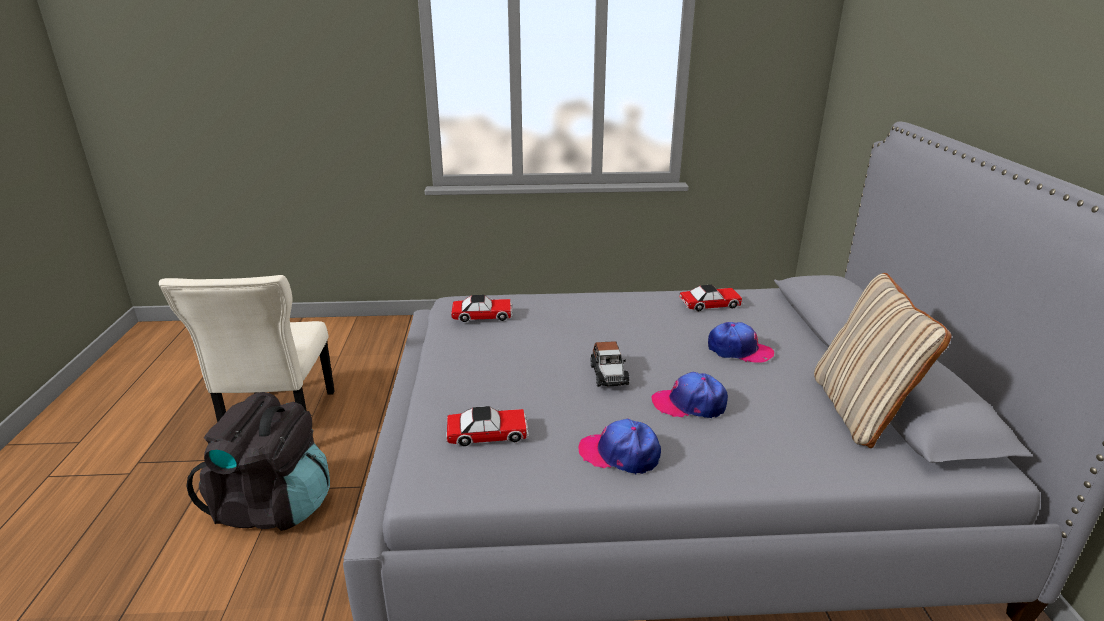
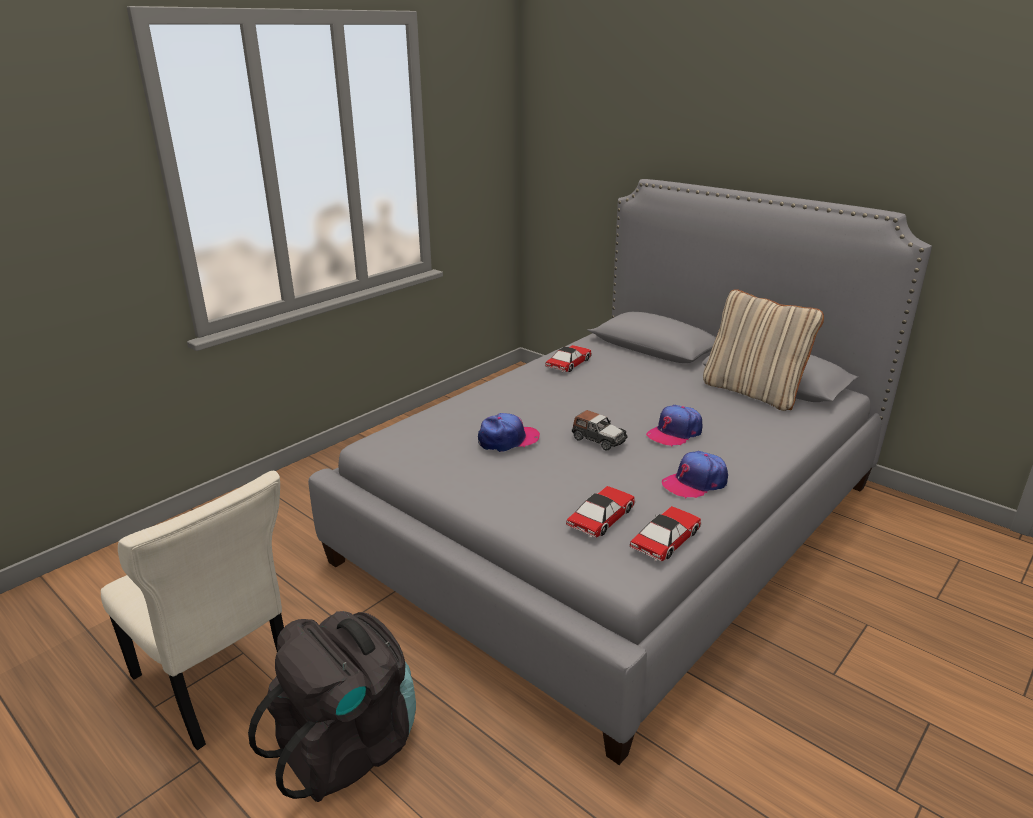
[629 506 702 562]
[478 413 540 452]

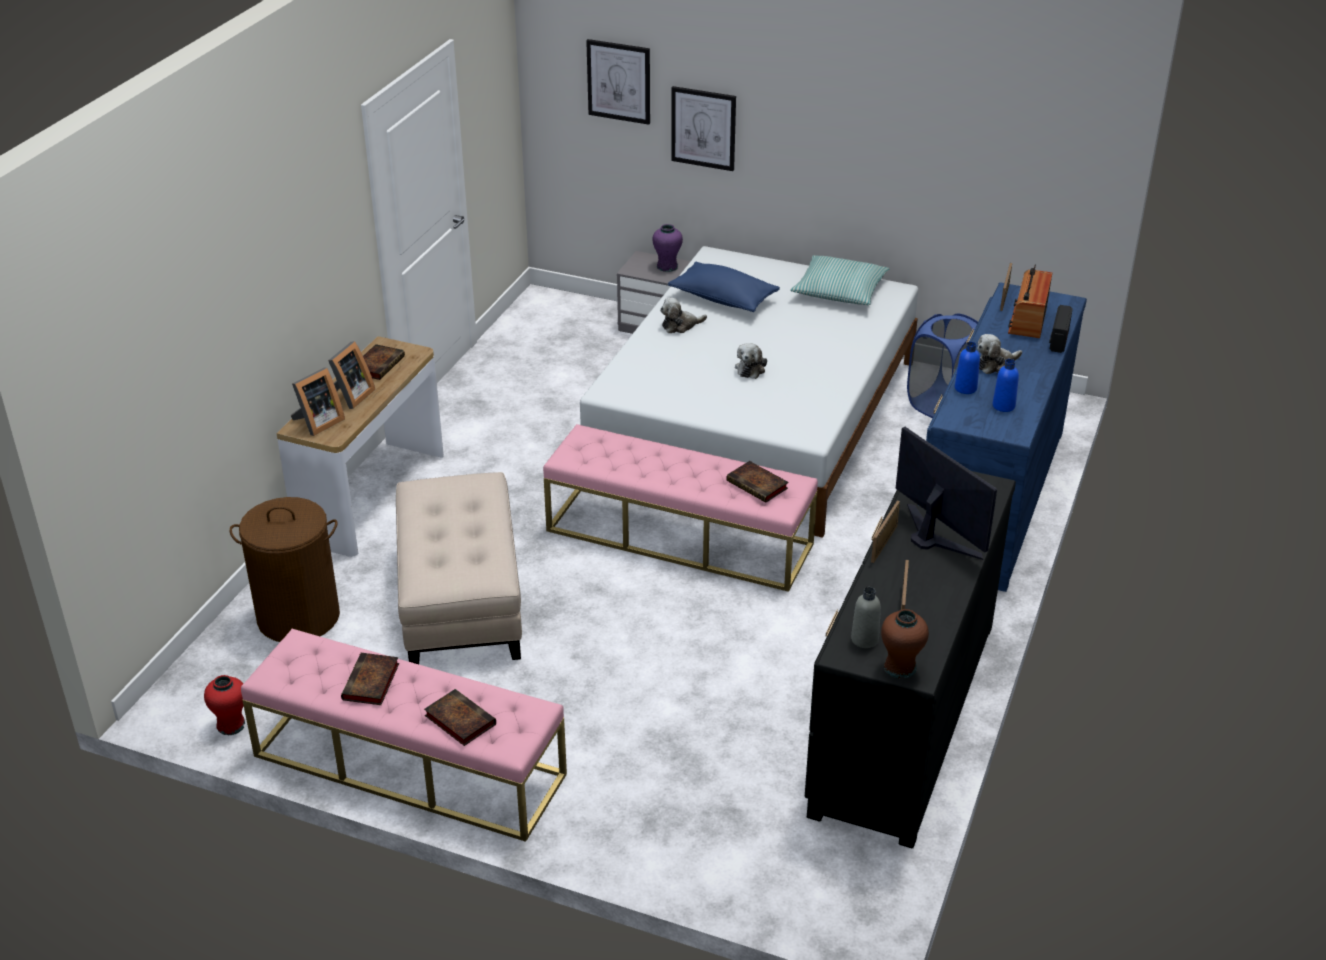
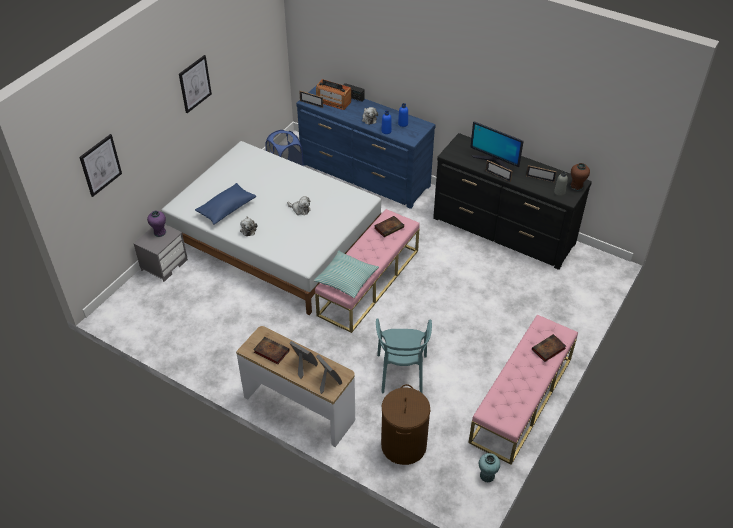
[341 653 399 705] (first image)
[179 55 212 113]
[314 251 379 298]
[376 318 432 394]
[479 453 500 482]
[470 121 524 173]

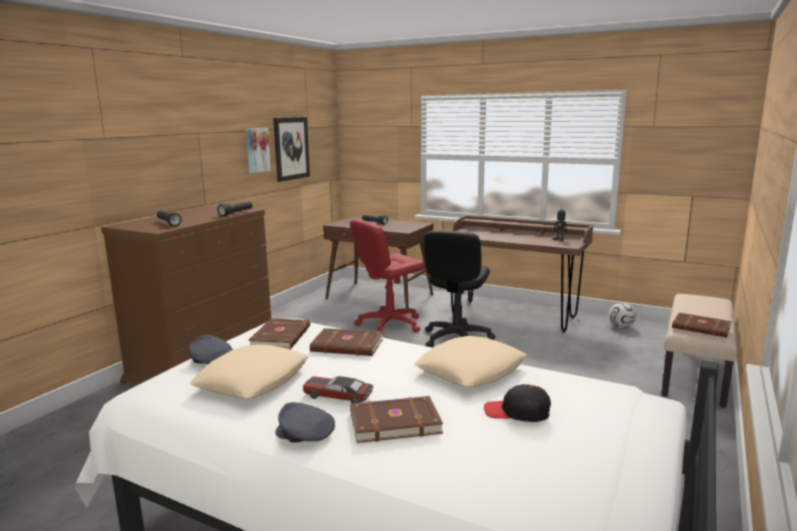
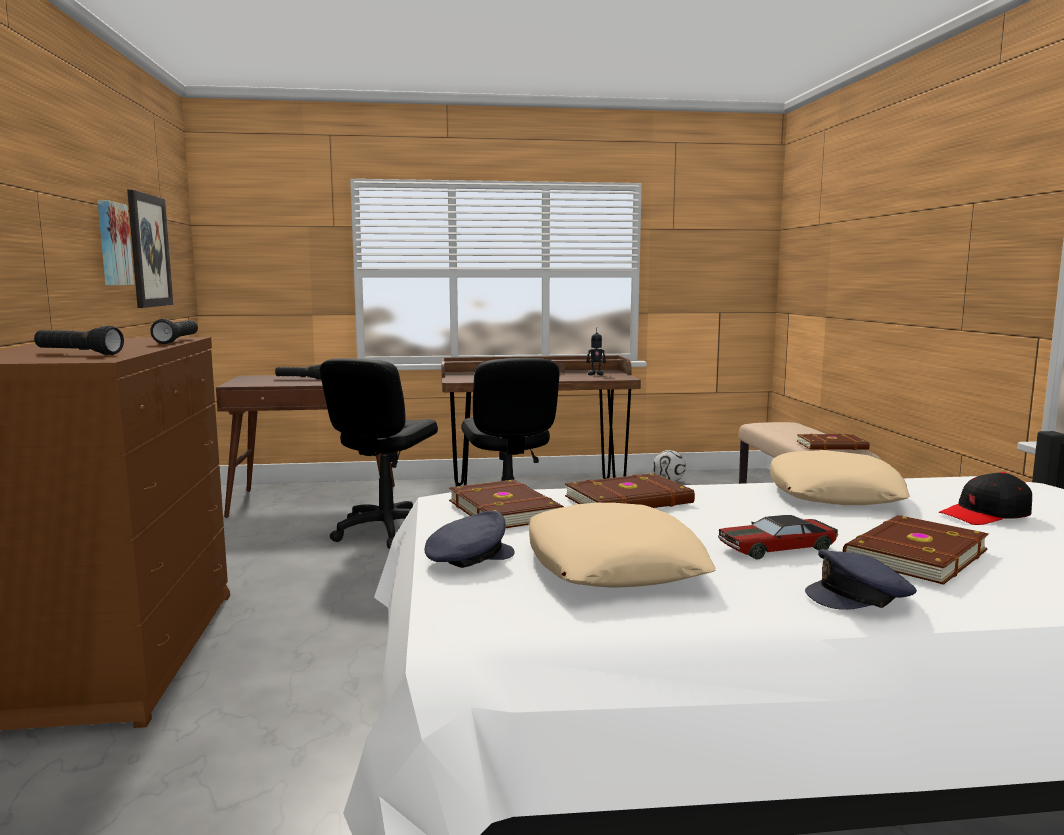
[320 358 438 549]
[424 511 515 568]

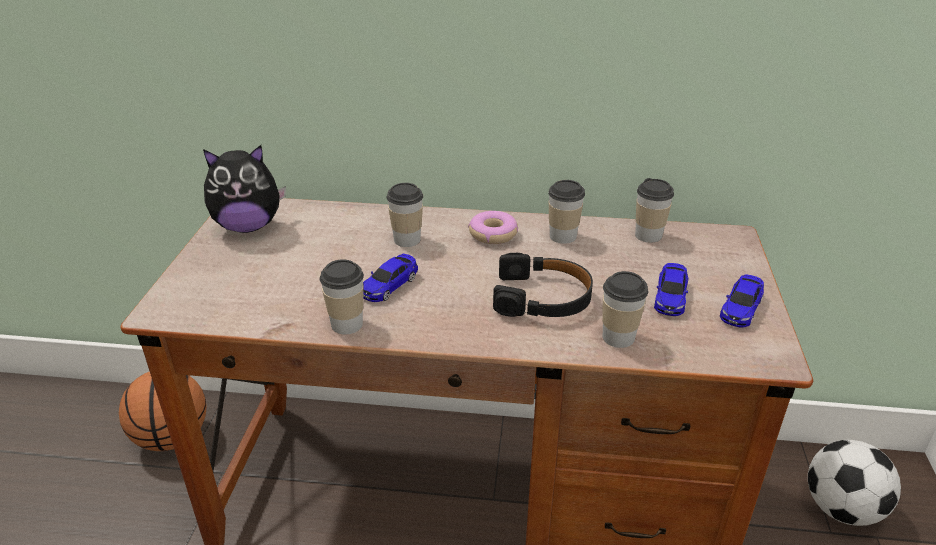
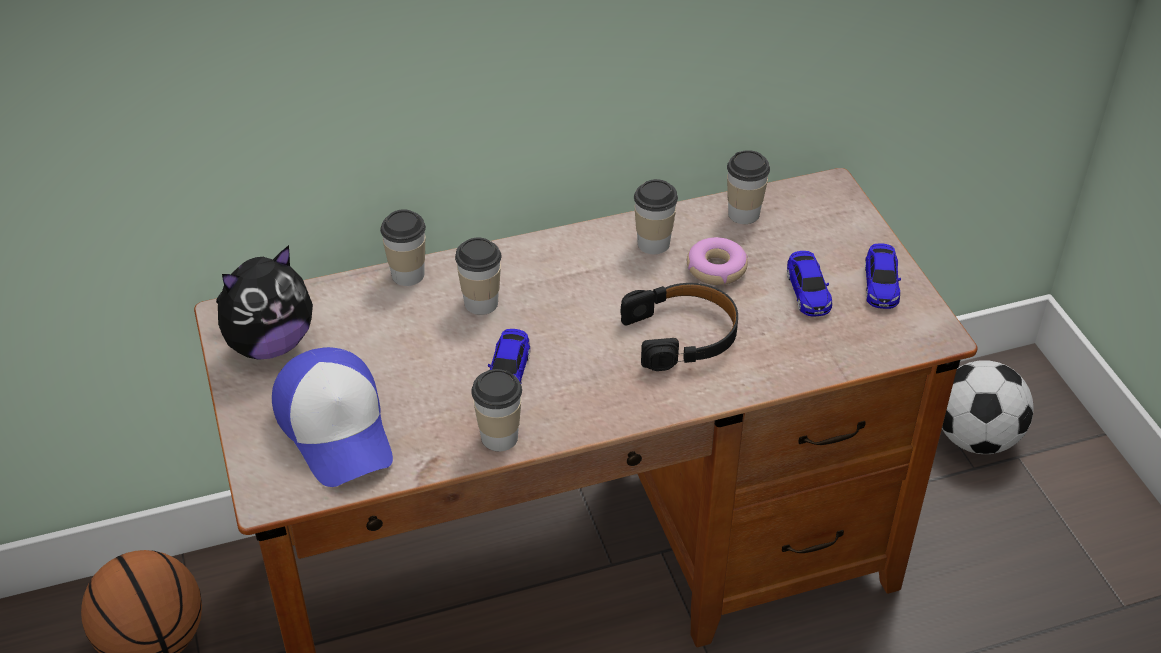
[272 347 393 487]
[687 237 748 285]
[380 209 426 286]

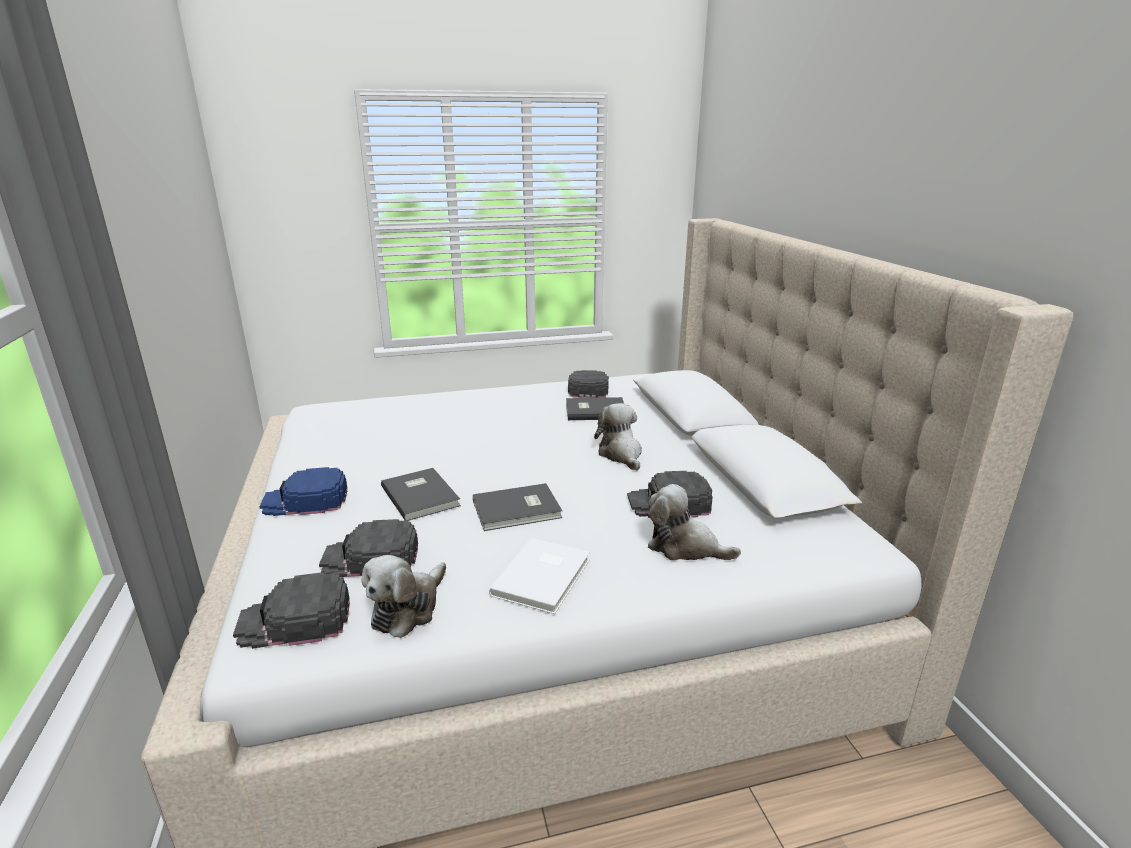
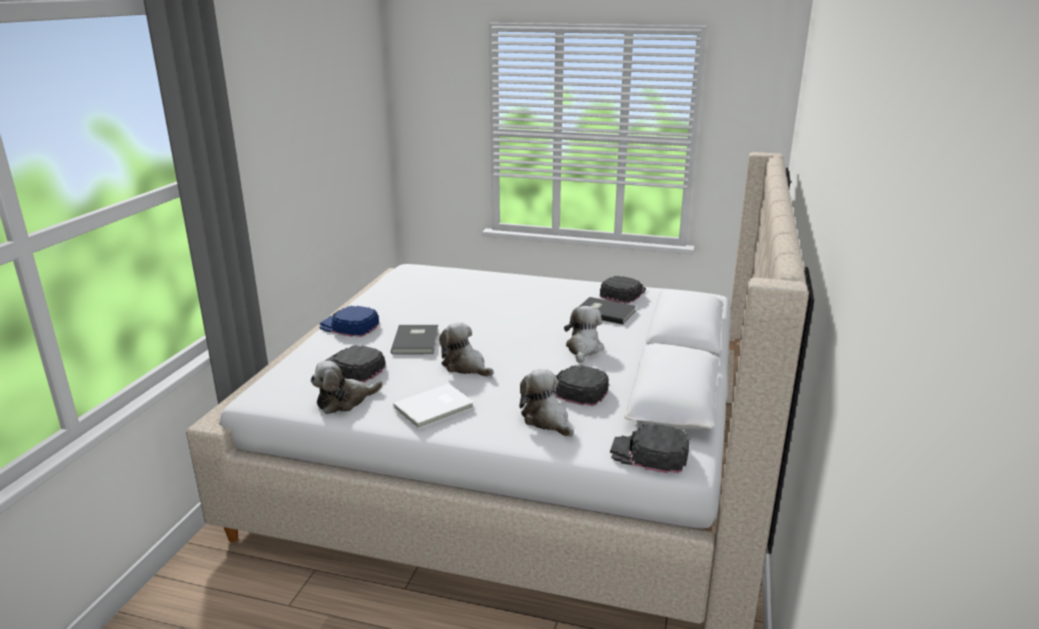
[610 424 690 473]
[439 322 493 377]

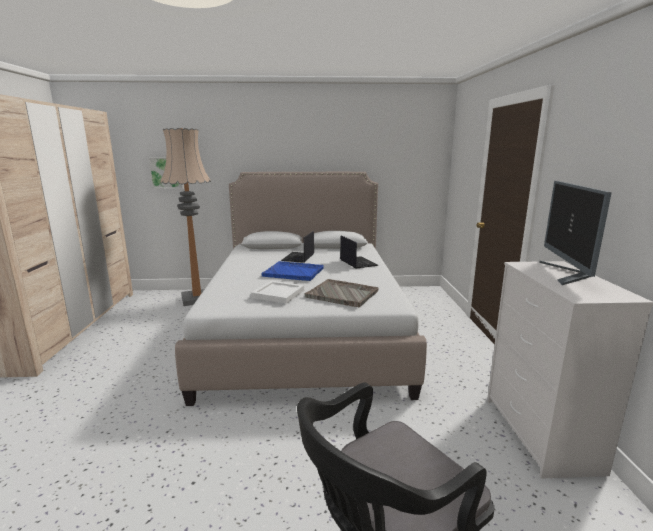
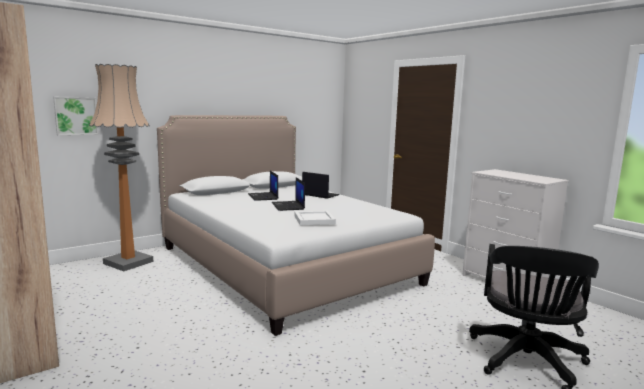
[304 279 379 307] (first image)
[539 181 612 285] (first image)
[272 177 305 211]

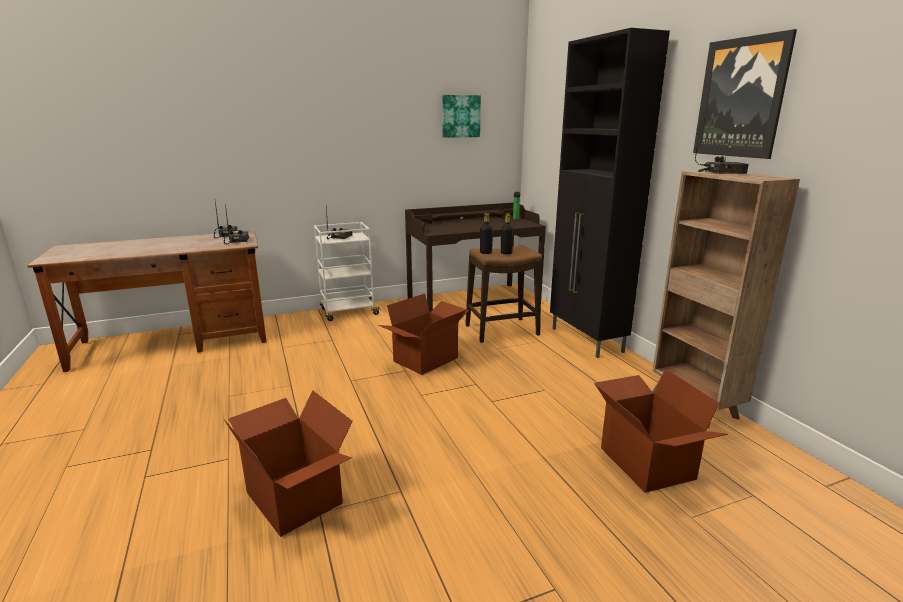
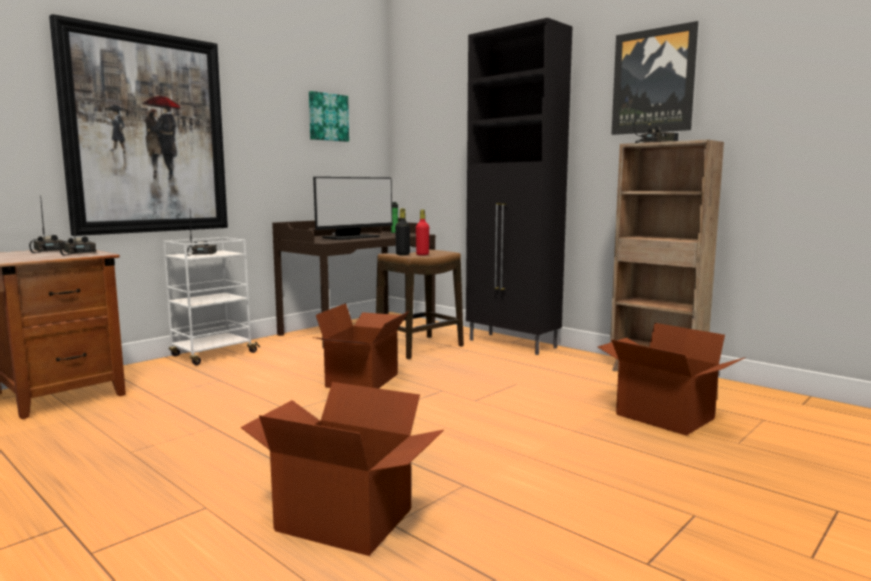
[49 14 228 236]
[313 177 393 240]
[416 210 429 255]

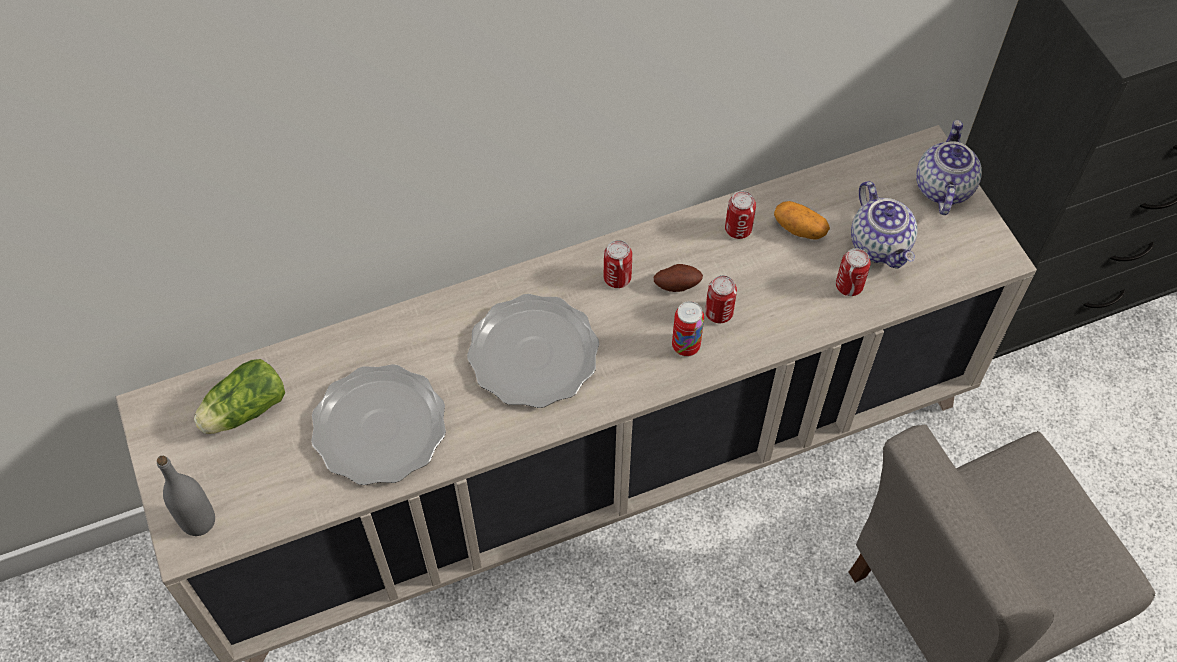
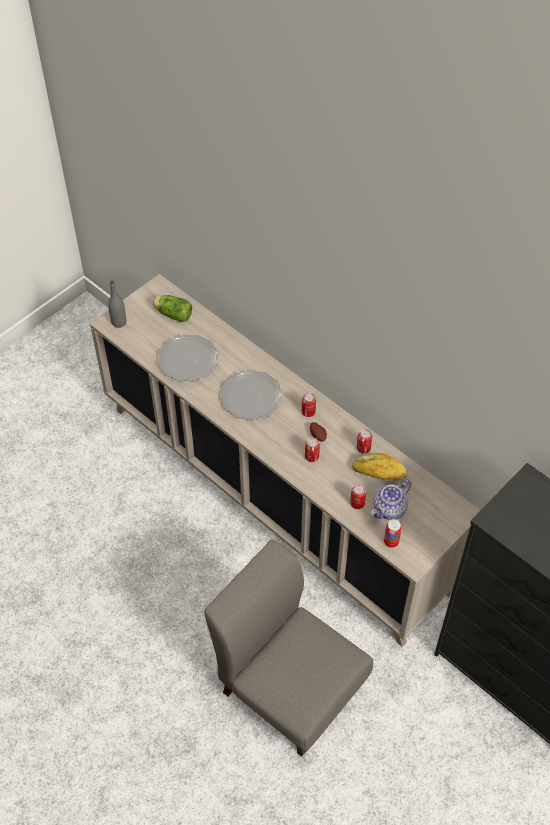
[916 120 982 215] (first image)
[384 519 402 548]
[352 453 407 480]

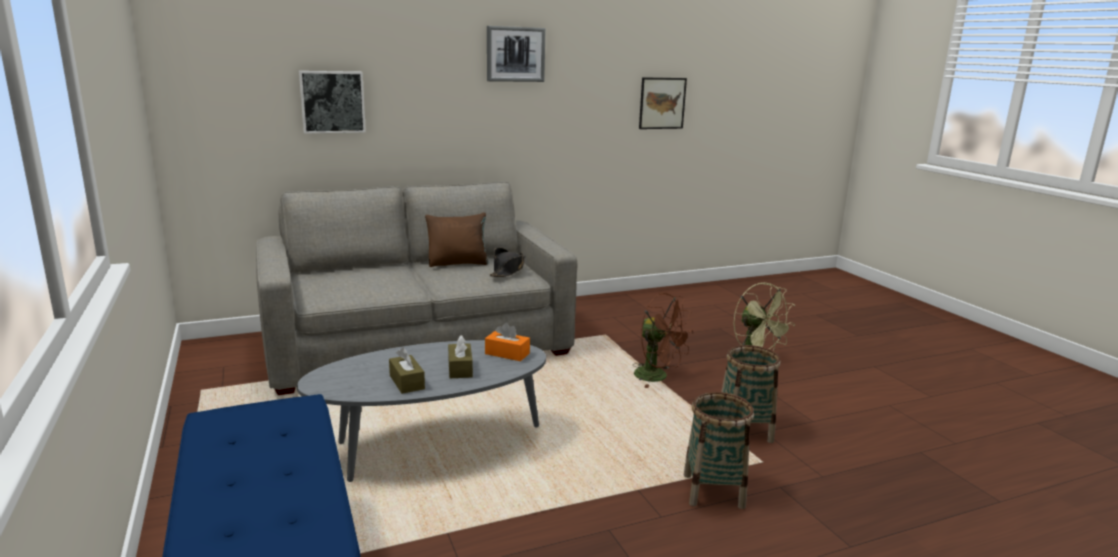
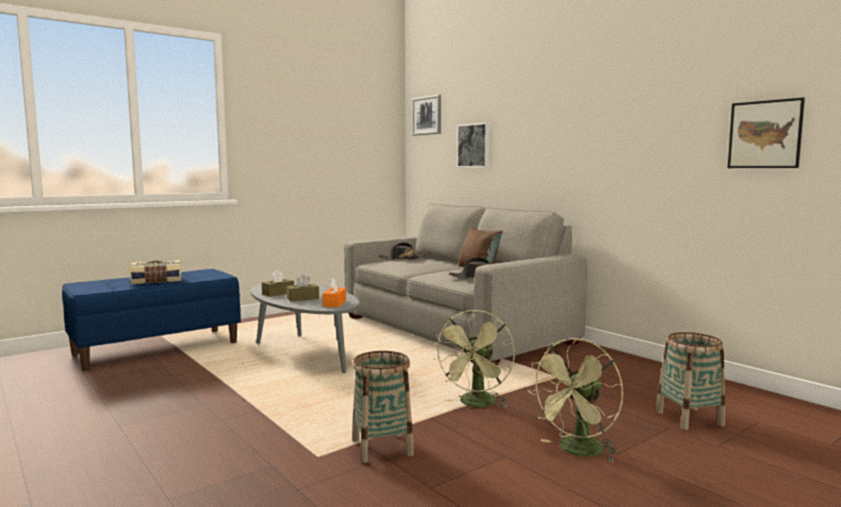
[130 260 181 284]
[379 242 427 260]
[412 95 441 136]
[656 332 725 430]
[434 310 515 408]

